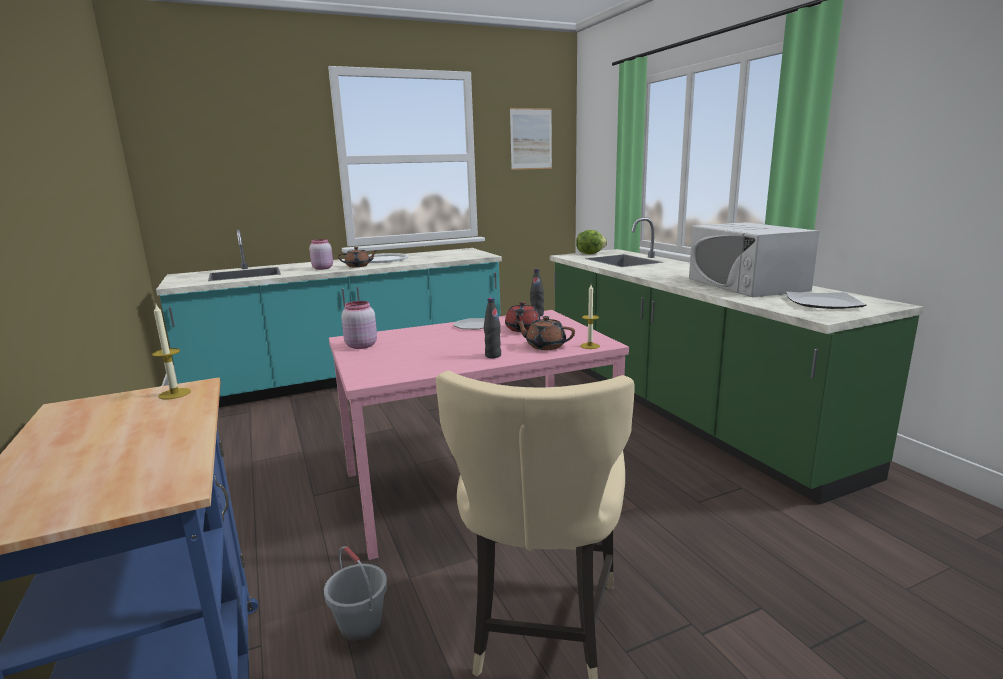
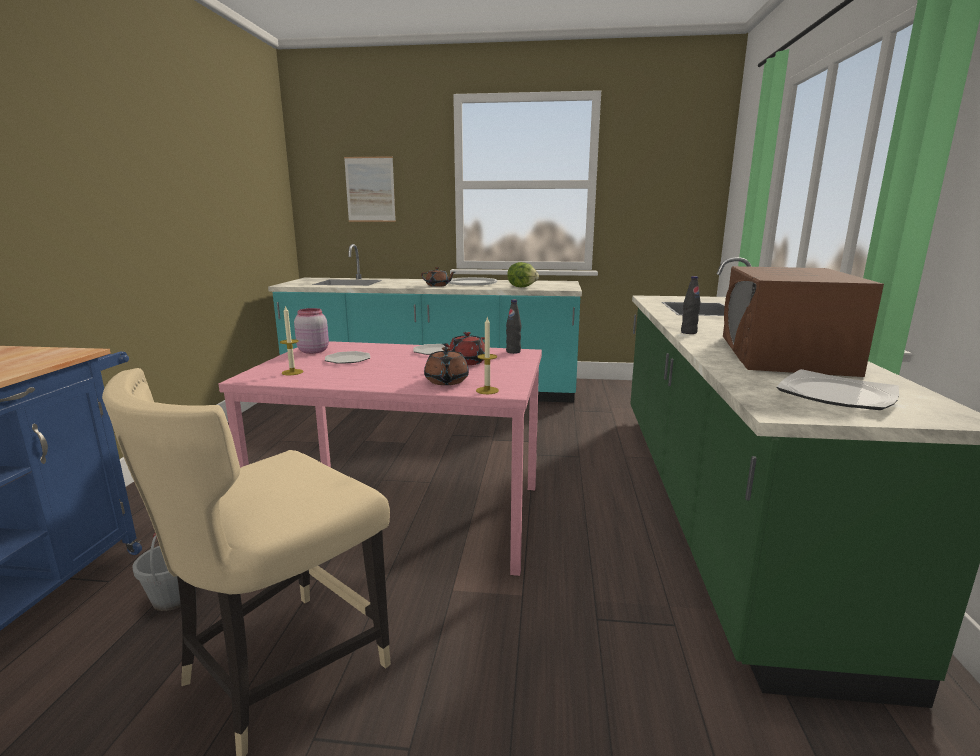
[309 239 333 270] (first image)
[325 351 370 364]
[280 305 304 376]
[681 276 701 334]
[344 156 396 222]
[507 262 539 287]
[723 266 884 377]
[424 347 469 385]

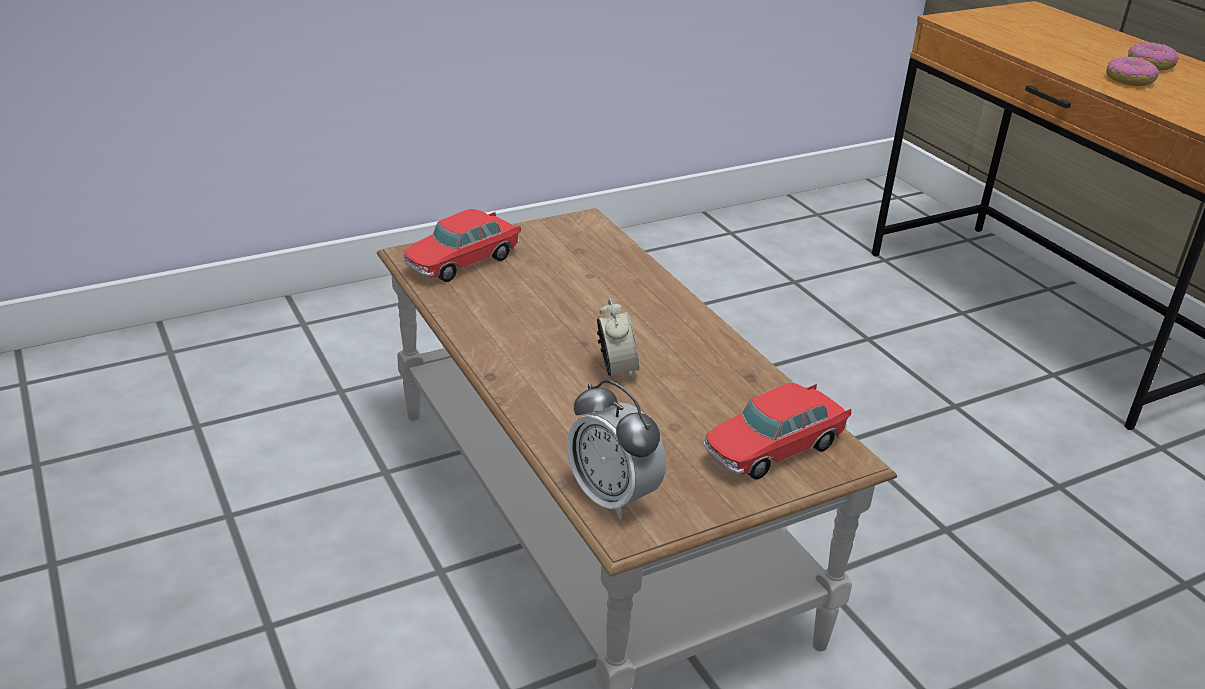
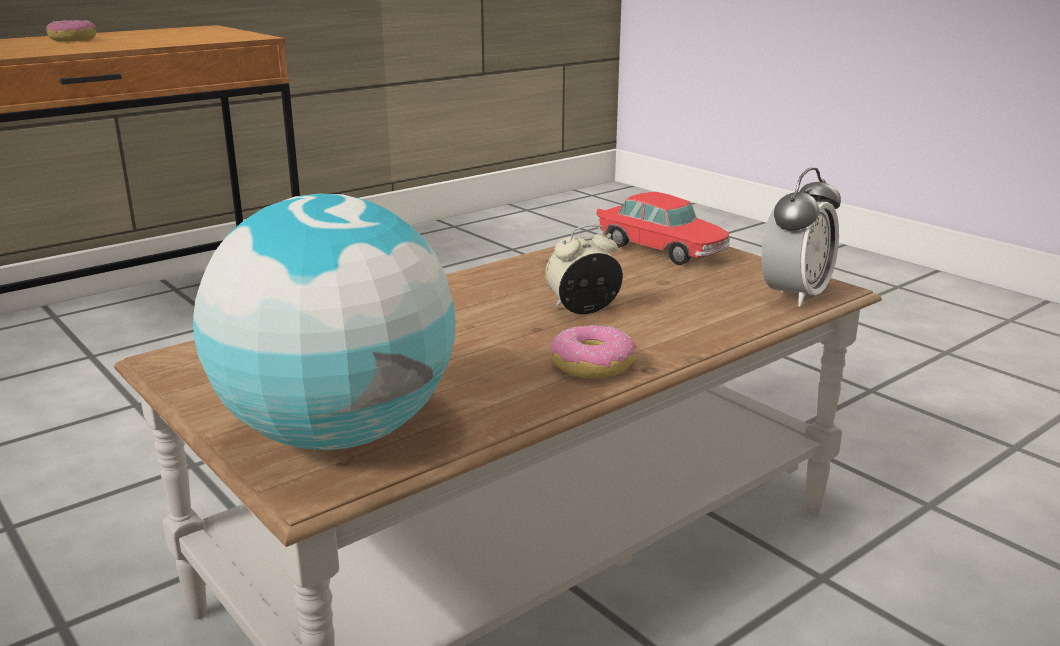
[550 325 636 378]
[193 194 456 450]

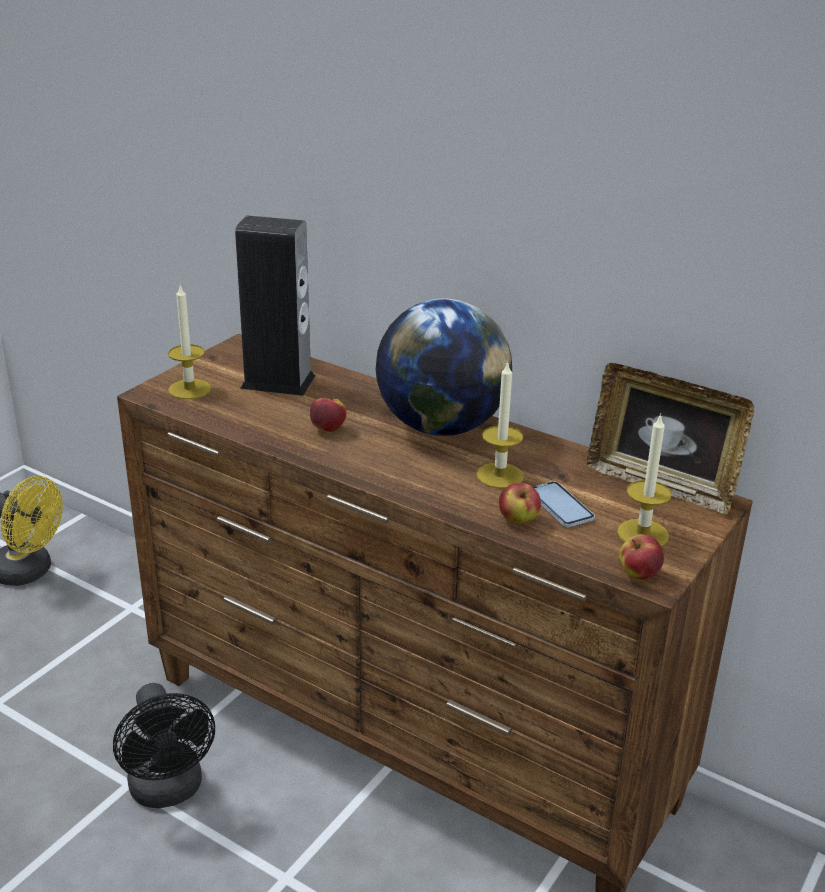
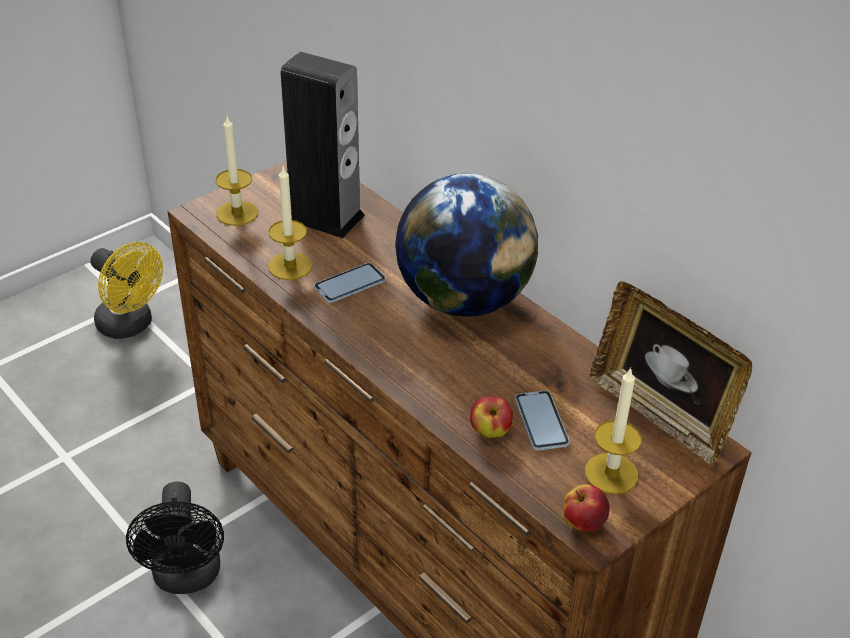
[268 167 313 280]
[314 263 386 303]

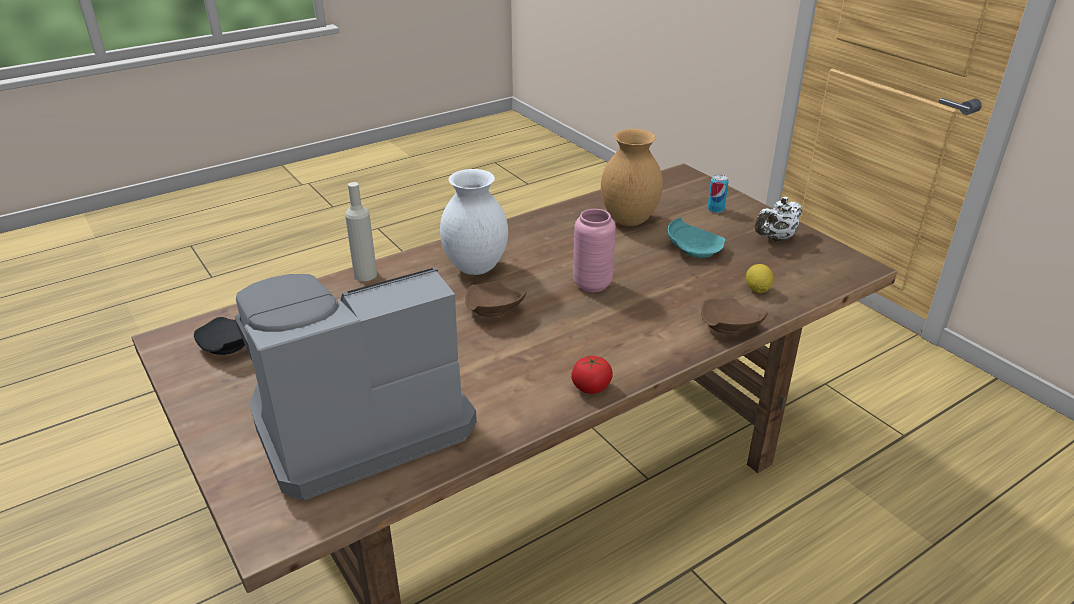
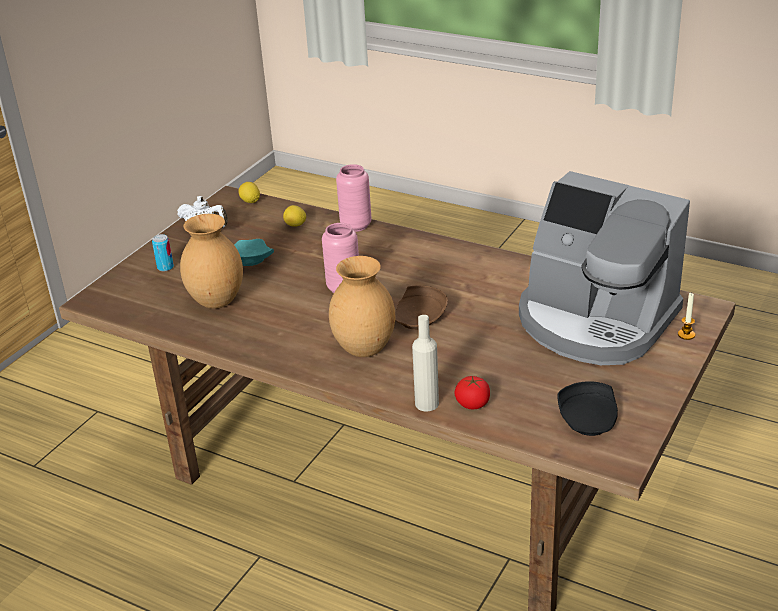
[239 182 260 203]
[678 293 695 340]
[455 376 490 409]
[336 164 372 232]
[329 256 395 357]

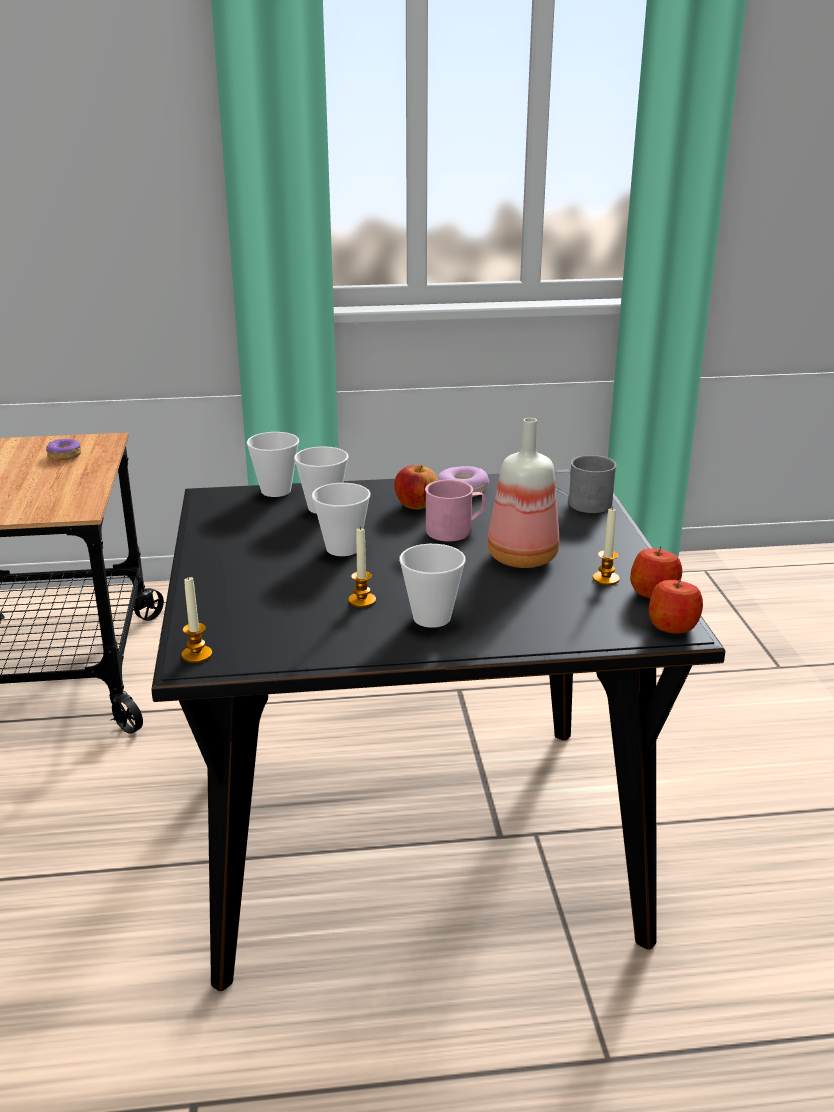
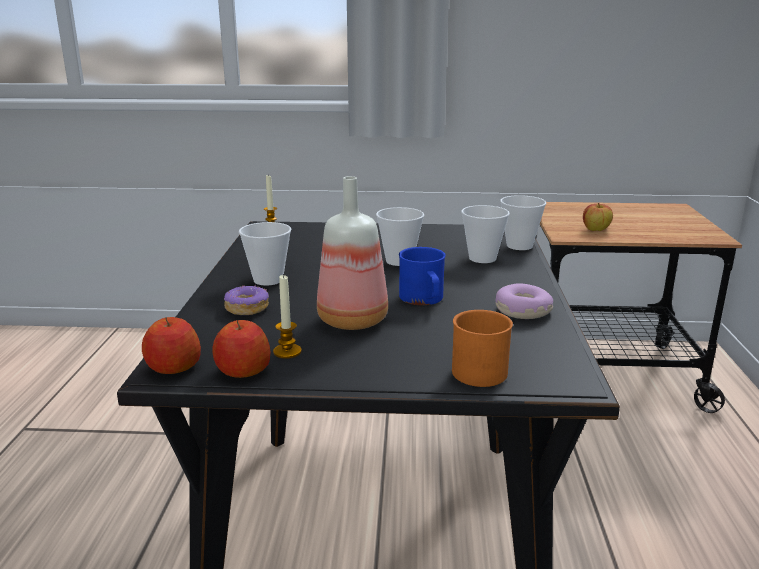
[348 526 376 608] (first image)
[224 285 269 315]
[583 203 613 231]
[399 247 446 305]
[452 310 513 387]

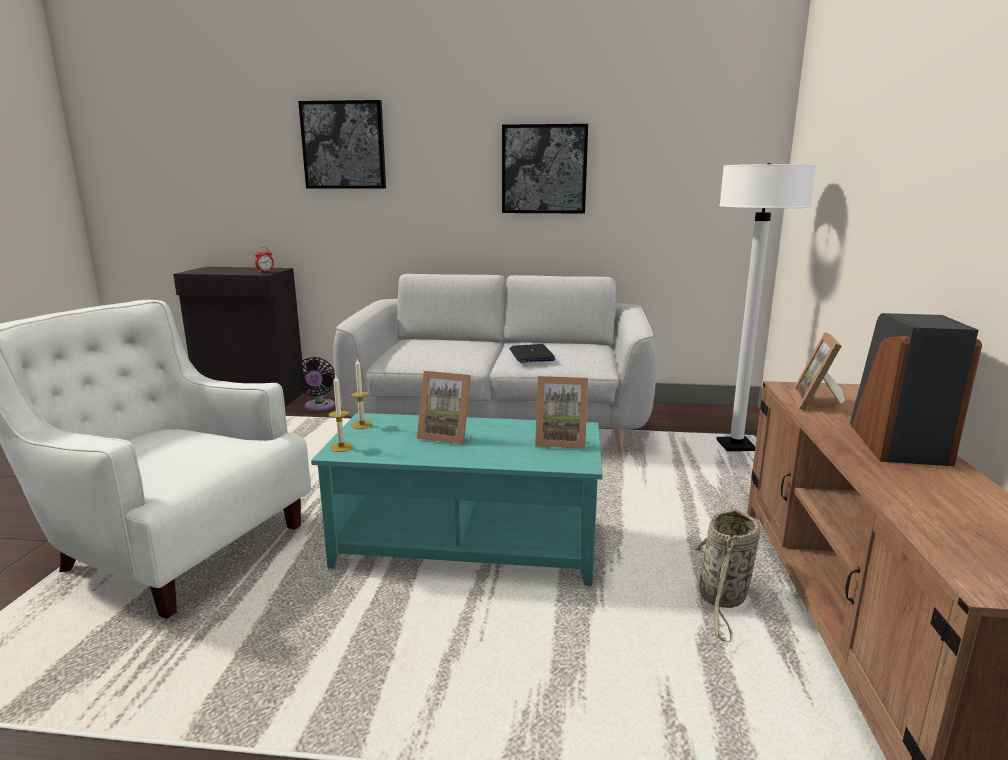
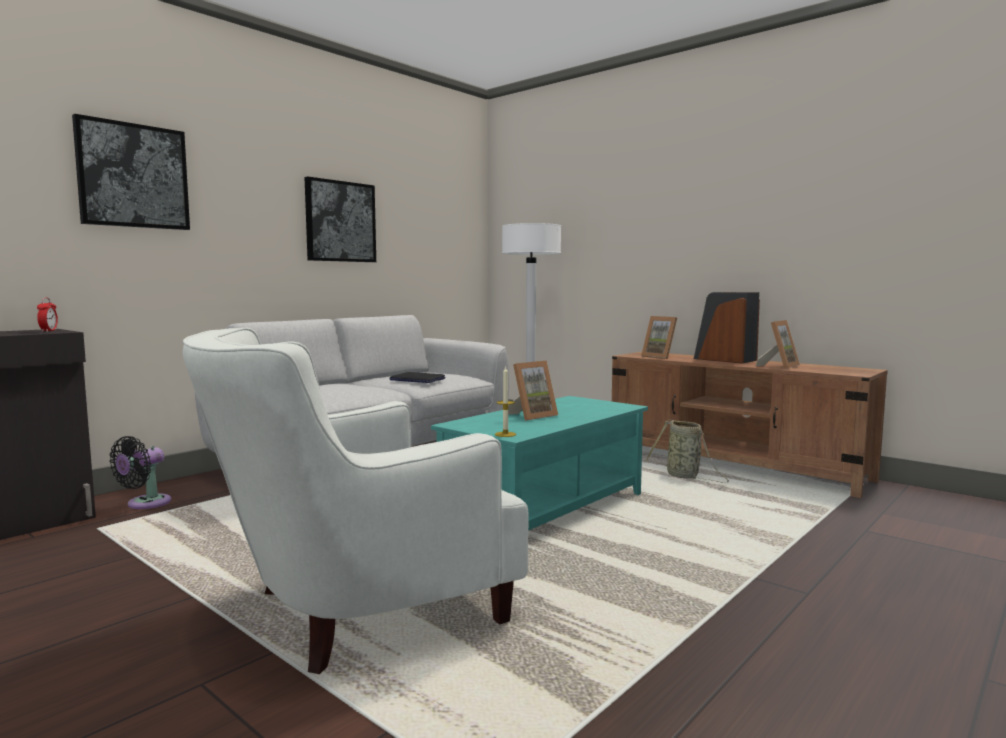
[350 359 373 429] (first image)
[756 320 800 369]
[109 436 171 509]

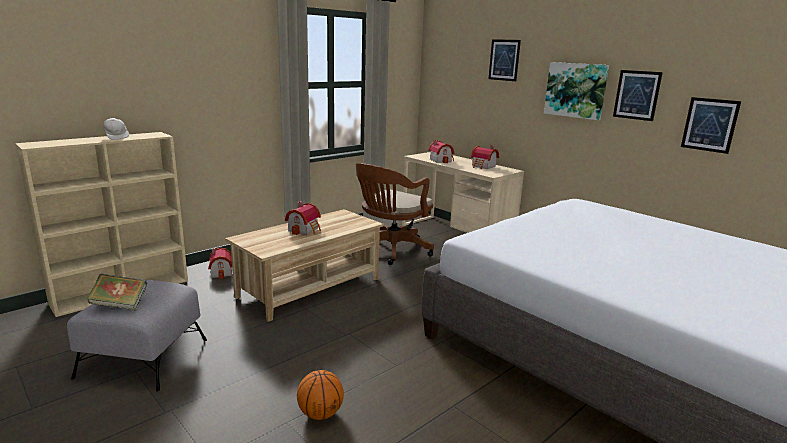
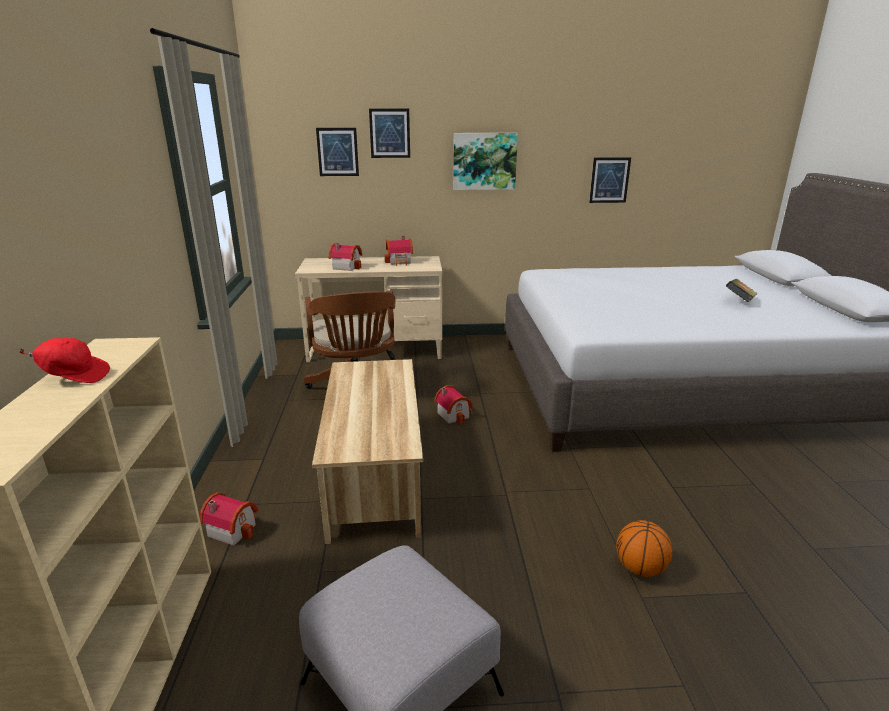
[726 279 758 302]
[434 385 473 424]
[316 128 359 176]
[19 338 110 383]

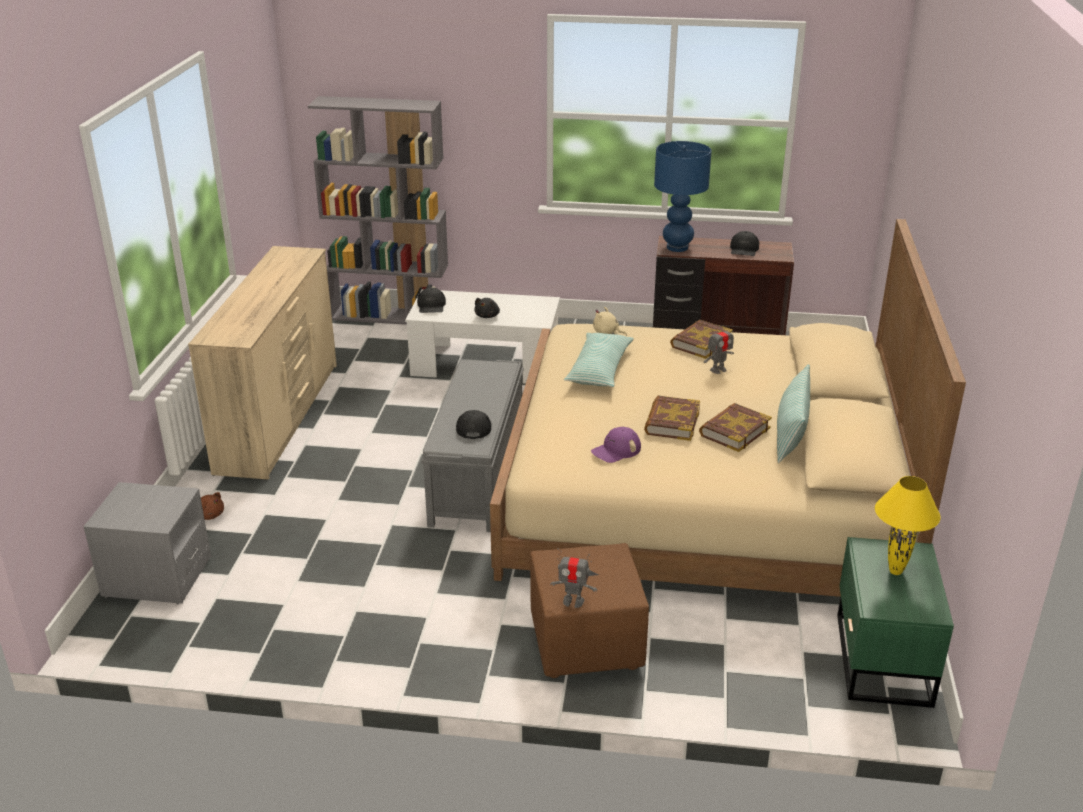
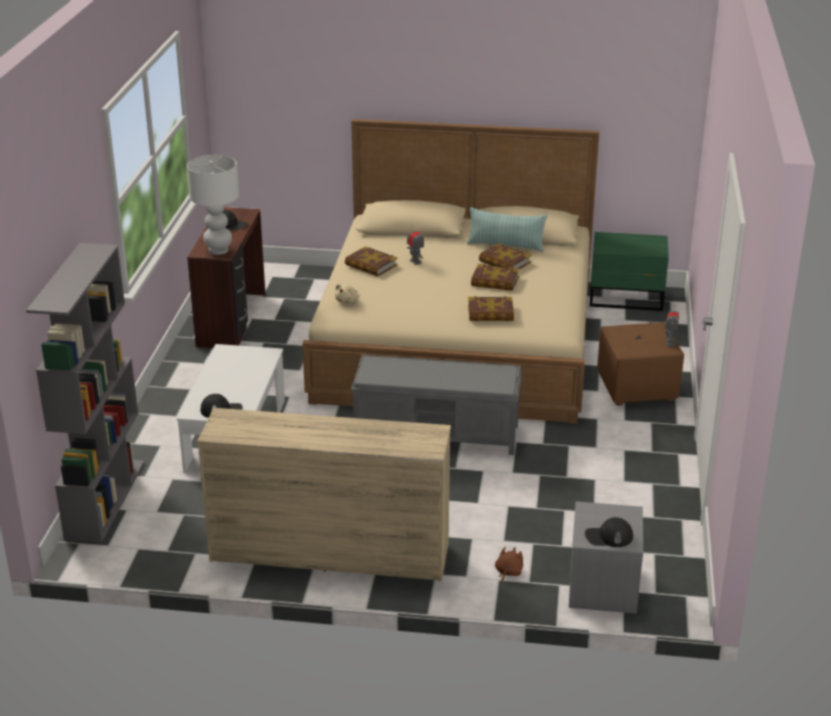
[475 298 500 318] (first image)
[564 333 634 387] (first image)
[591 427 641 463] (first image)
[875 476 940 575] (first image)
[468 296 514 321]
[585 517 633 547]
[187 155 239 255]

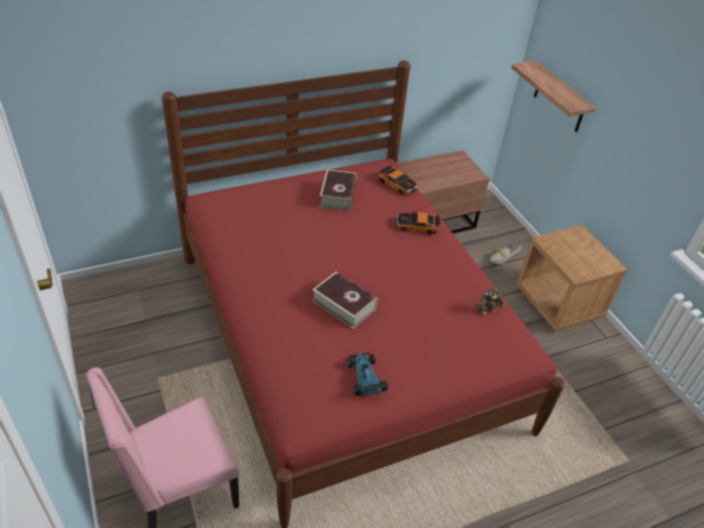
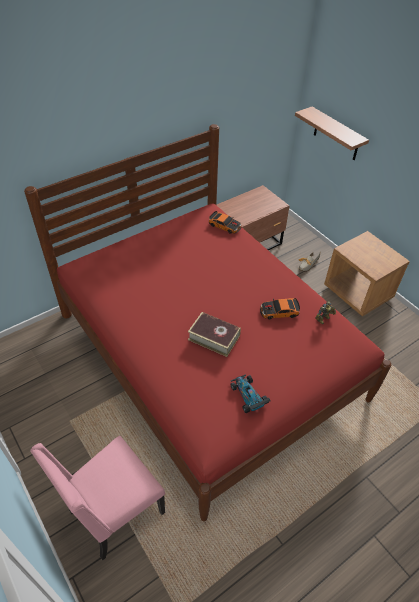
[319 169 357 211] (first image)
[260 298 300 319]

